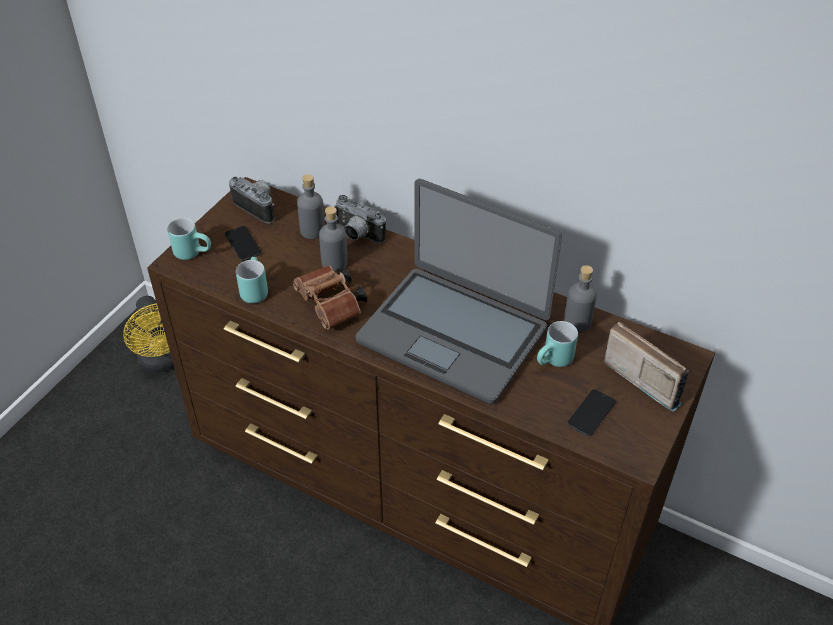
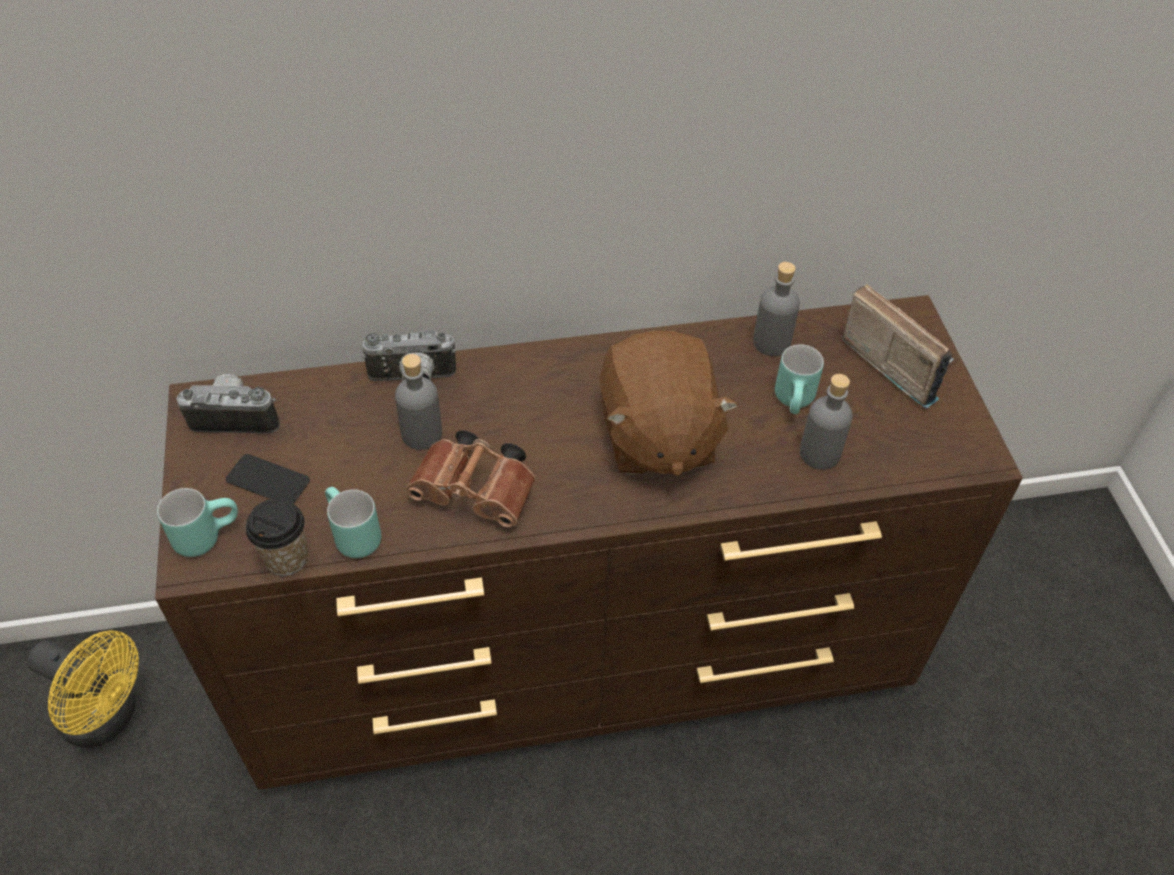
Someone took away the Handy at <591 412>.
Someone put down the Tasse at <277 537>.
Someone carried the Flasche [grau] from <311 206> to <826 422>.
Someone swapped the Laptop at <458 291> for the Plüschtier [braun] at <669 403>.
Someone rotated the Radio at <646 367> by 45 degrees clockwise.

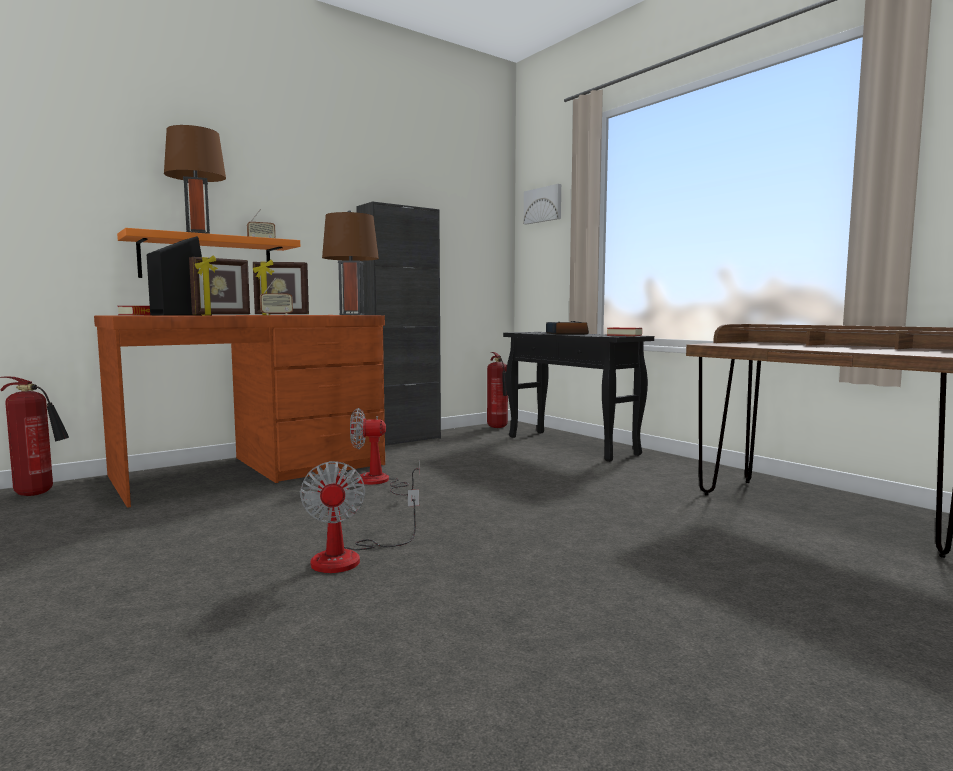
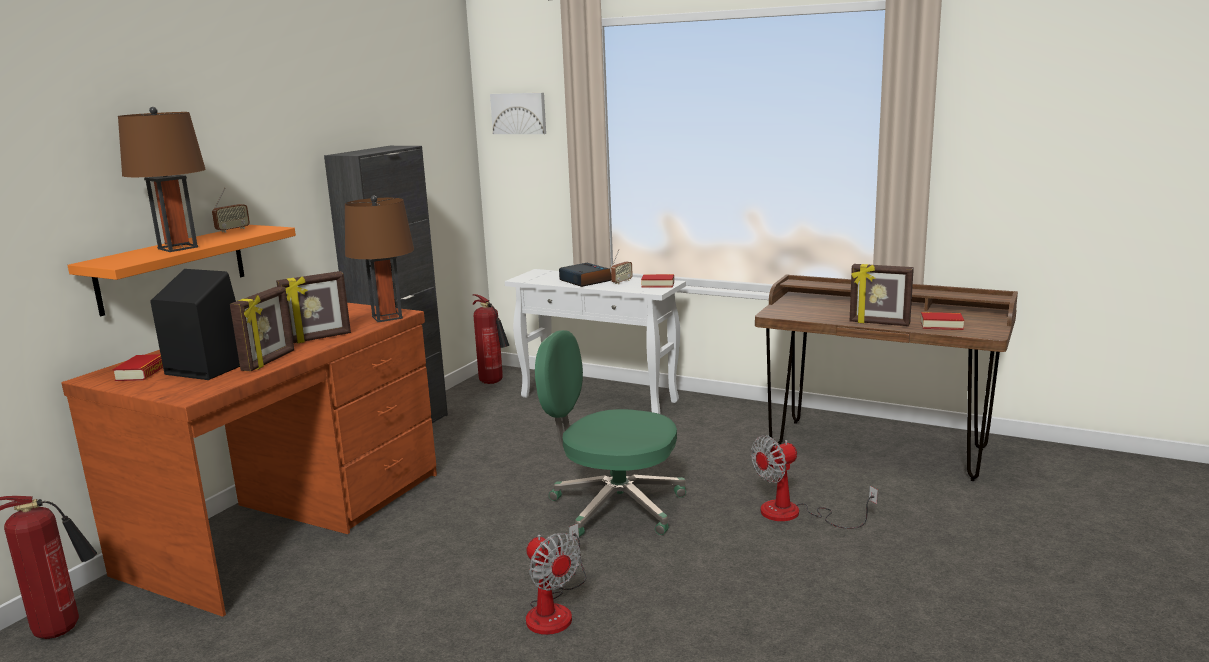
Someone put down the Bürostuhl [grün] at <610 433>.
Someone put down the Bilderrahmen at <882 295>.
Someone put down the Buch at <942 321>.
Someone carried the Radio from <276 296> to <622 266>.
Someone carried the Ventilator from <385 452> to <814 482>.
Someone repainted the Konsolentisch [schwarz] at <578 397>, which became the Konsolentisch [weiß] at <595 341>.

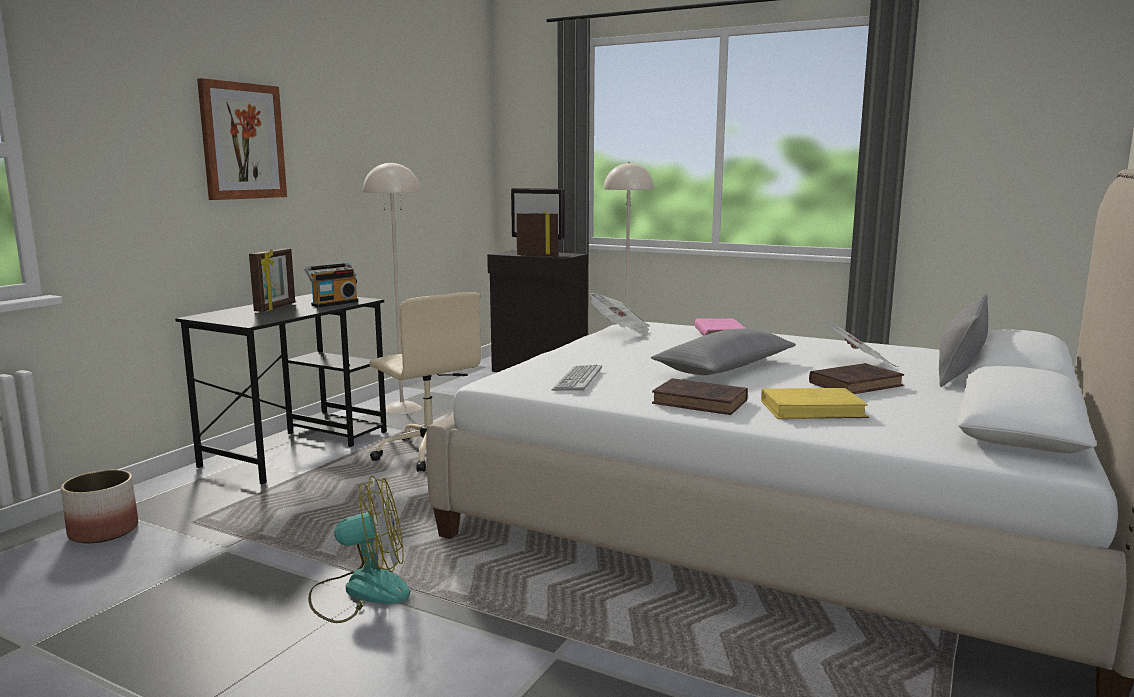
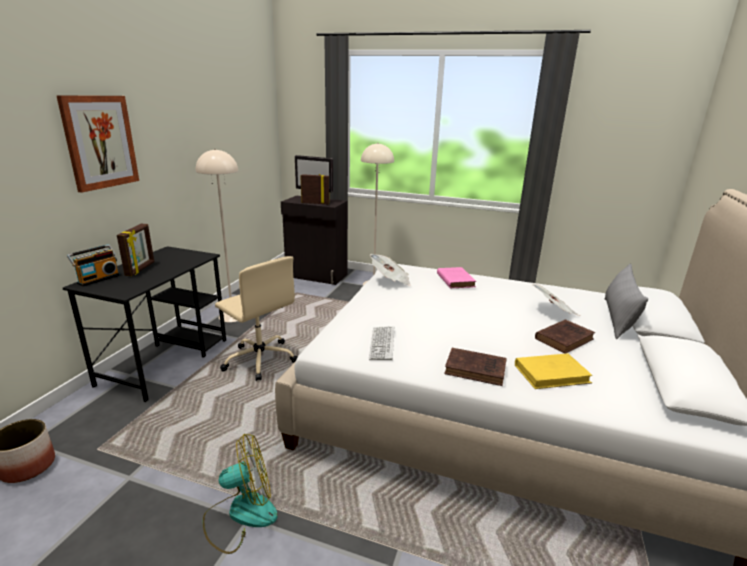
Someone took away the Kissen [grau] at <723 351>.
Someone carried the Radio from <331 285> to <93 265>.

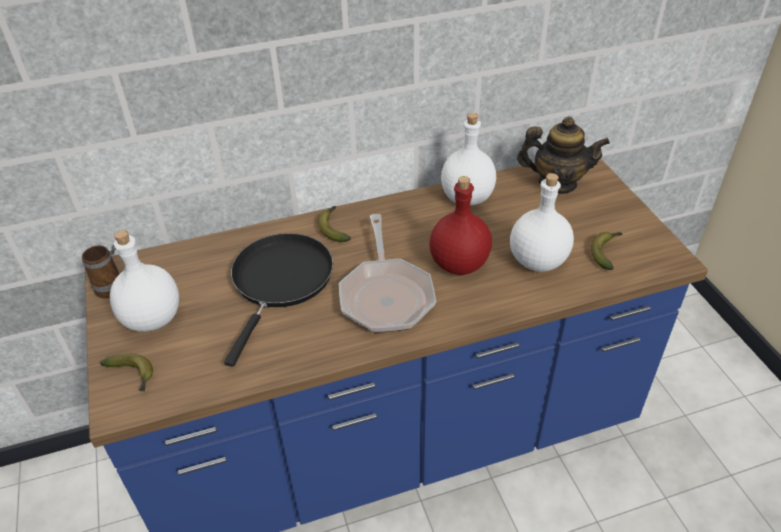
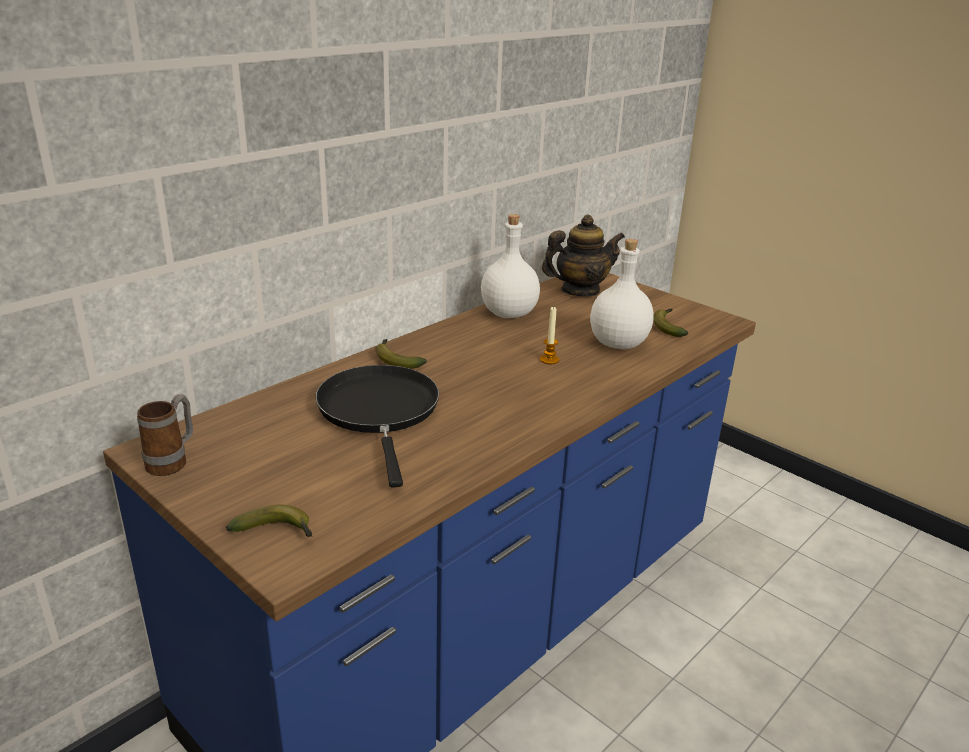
Someone took away the Flasche [weiß] at <144 281>.
Someone took away the Pfanne at <387 273>.
Someone swapped the Flasche [rot] at <460 225> for the Kerze at <549 335>.

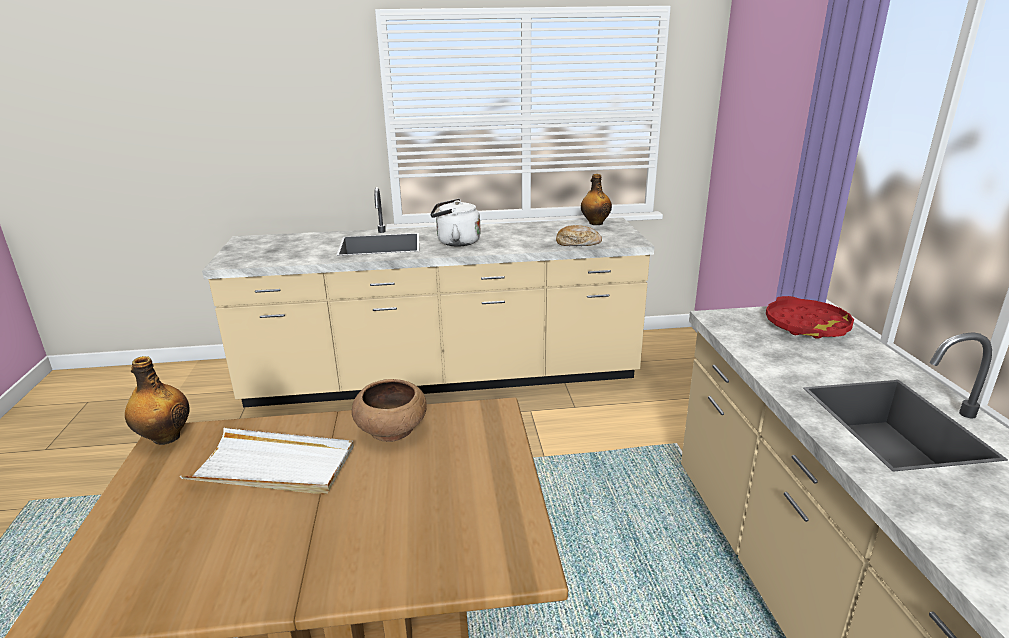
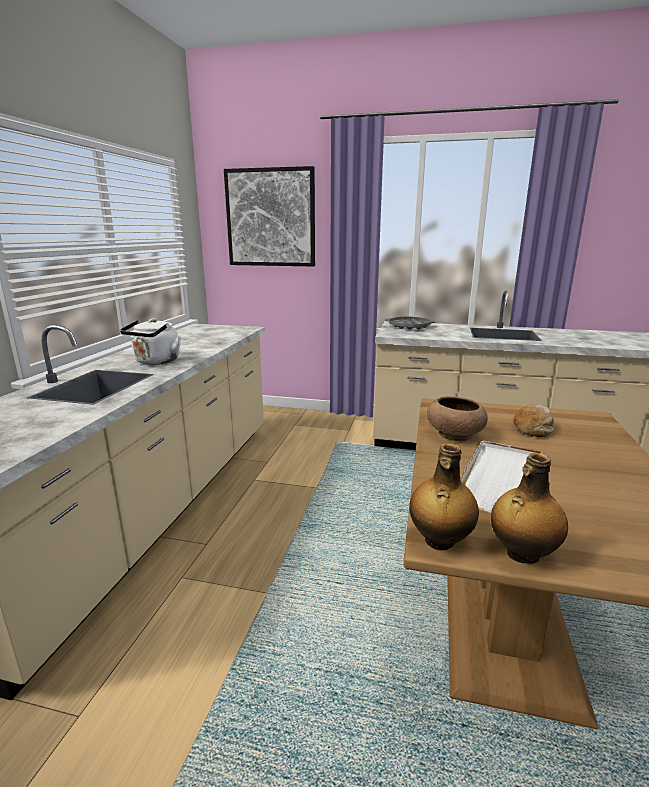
Someone put up the Bild at <269 216>.
Someone carried the Brot from <579 235> to <534 421>.
Someone carried the Flasche from <596 199> to <529 508>.
Someone repainted the Tablett [rot] at <810 317>, which became the Tablett [grau] at <410 323>.

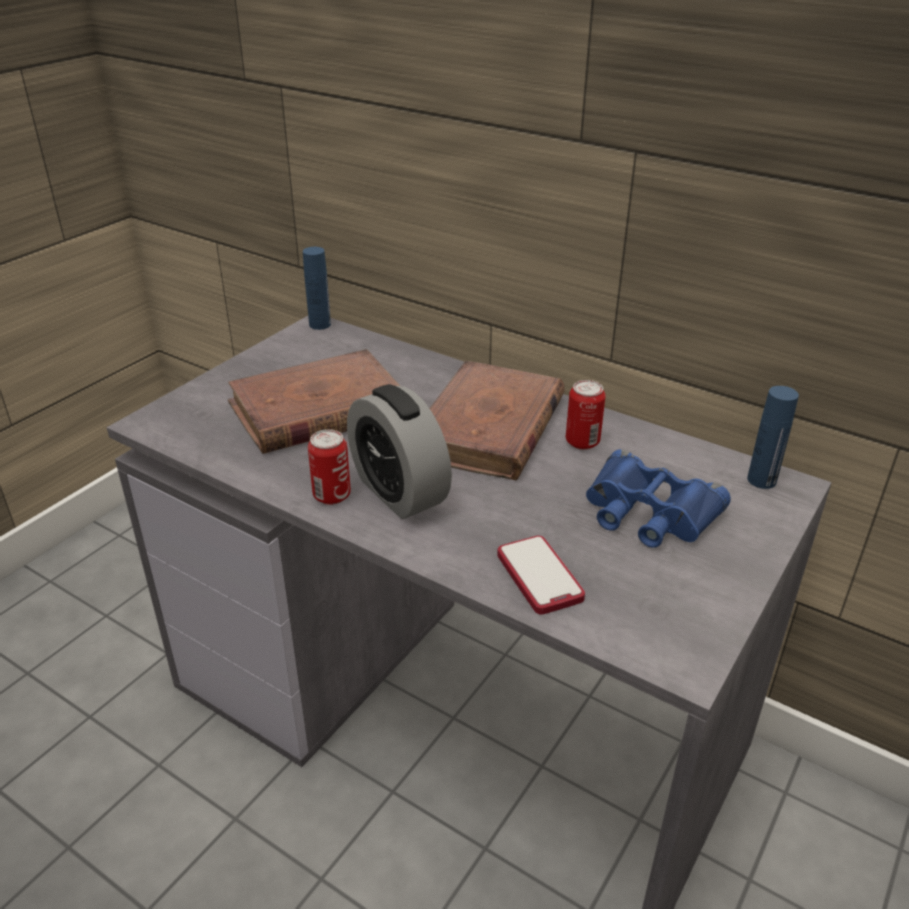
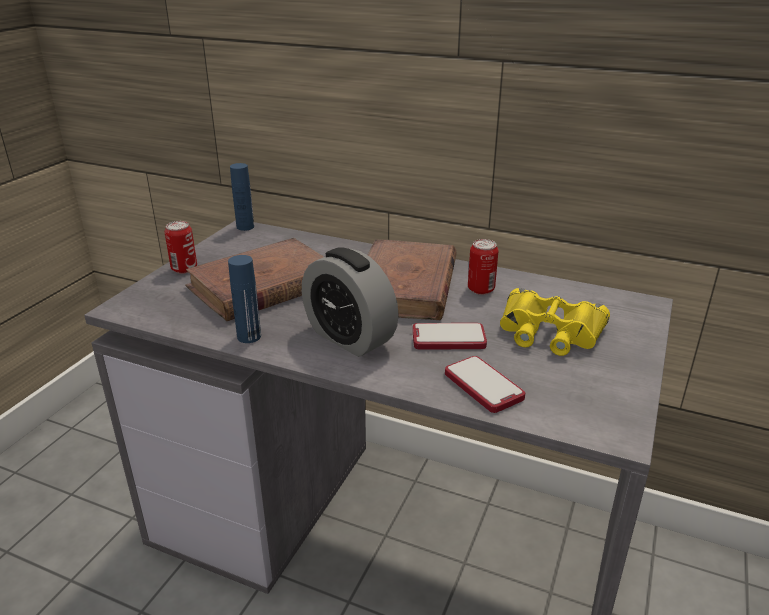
Someone put down the Handy at <450 336>.
Someone carried the Dose from <329 467> to <180 247>.
Someone carried the Flasche [blau] from <773 437> to <244 299>.
Someone repainted the Fernglas [blau] at <658 498>, which became the Fernglas [gelb] at <555 322>.

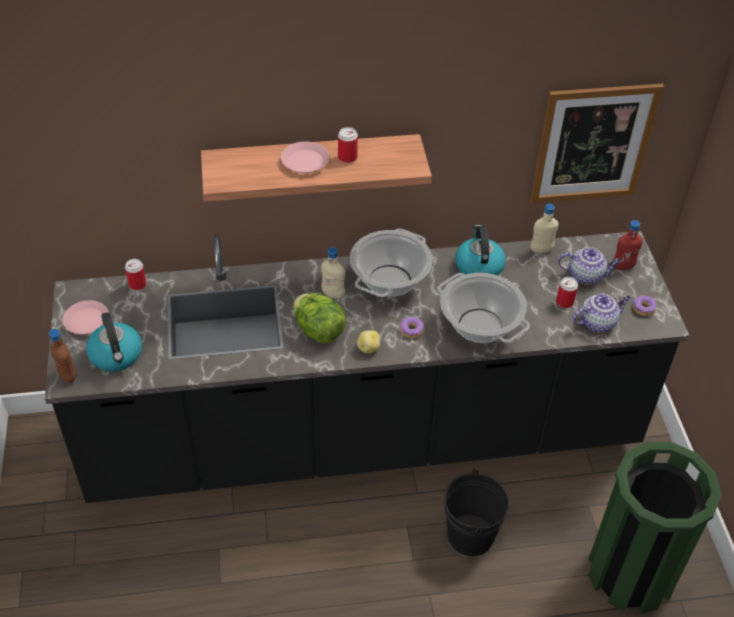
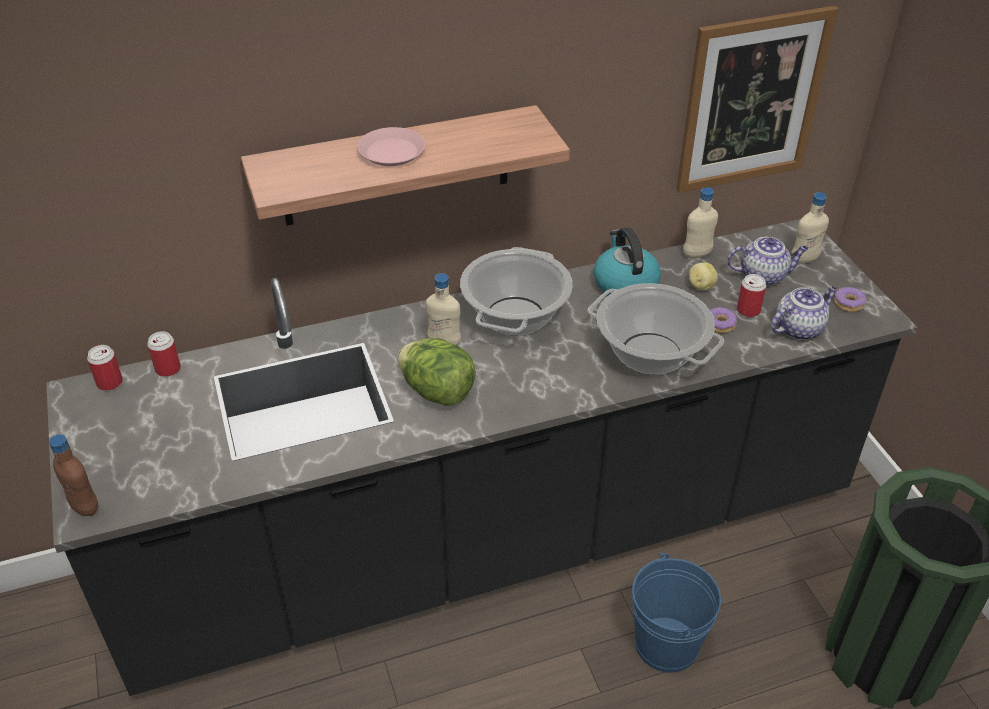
Someone took away the Teller [rosa] at <85 317>.
Someone took away the Wasserkessel at <114 342>.
Someone carried the Dose from <348 145> to <105 368>.
Someone carried the Kartoffel from <368 342> to <703 277>.
Someone carried the Donut from <412 327> to <723 320>.
Someone repainted the Eimer [schwarz] at <476 512>, which became the Eimer [blau] at <676 613>.
Someone repainted the Flasche [rot] at <628 245>, which became the Flasche [beige] at <810 228>.

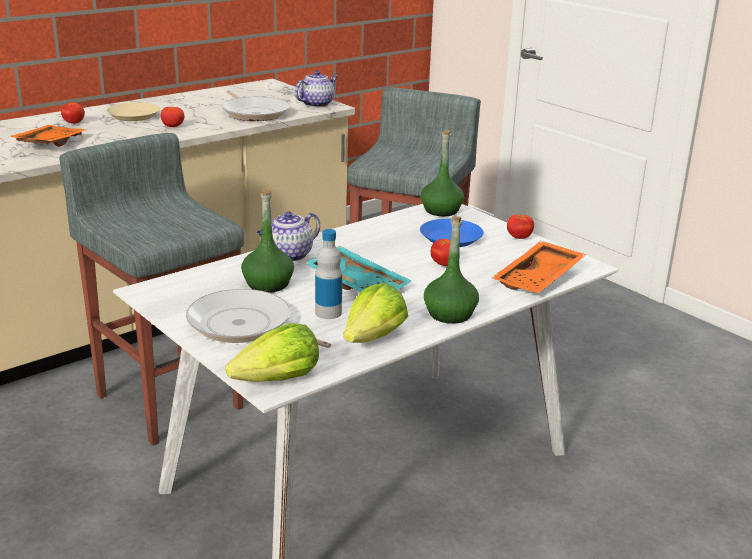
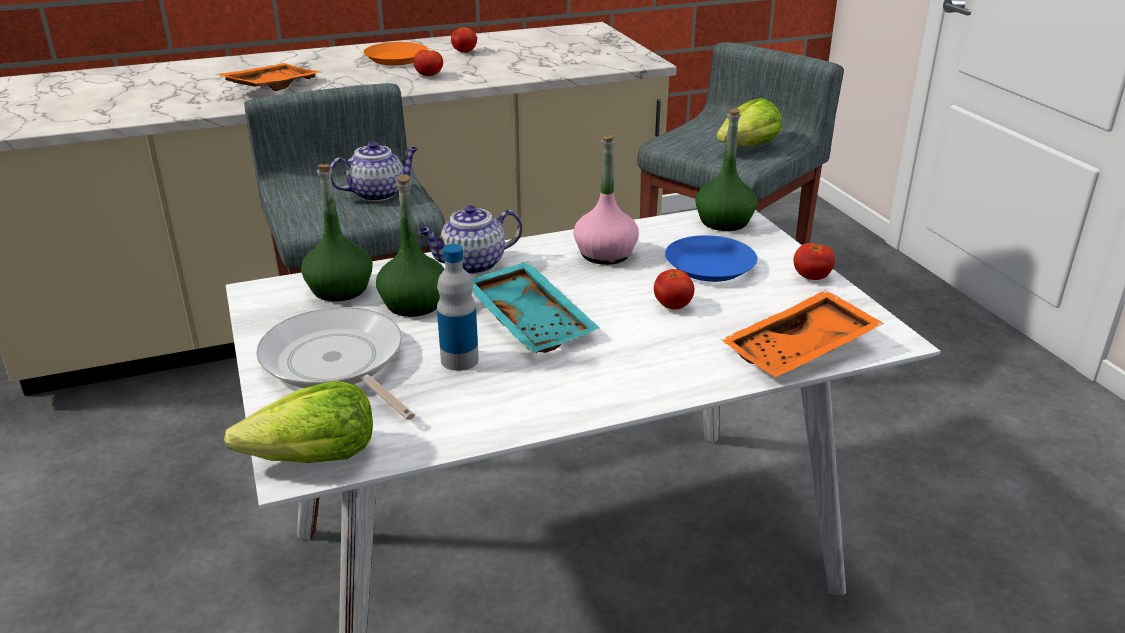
Someone took away the Pfanne at <256 105>.
Someone put down the Flasche [rosa] at <606 200>.
Someone carried the Tomate from <73 113> to <464 40>.
Someone carried the Teekanne from <316 89> to <374 171>.
Someone carried the Salatkopf from <375 313> to <749 122>.
Someone carried the Flasche [grün] from <451 270> to <337 233>.
Someone repainted the Teller [beige] at <133 111>, which became the Teller [orange] at <395 53>.

